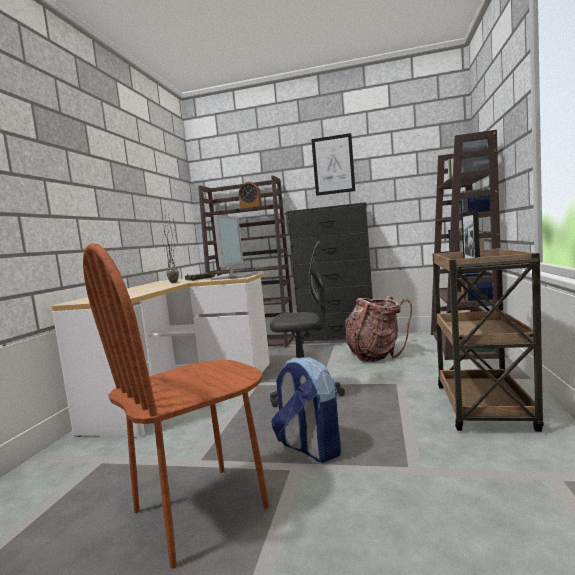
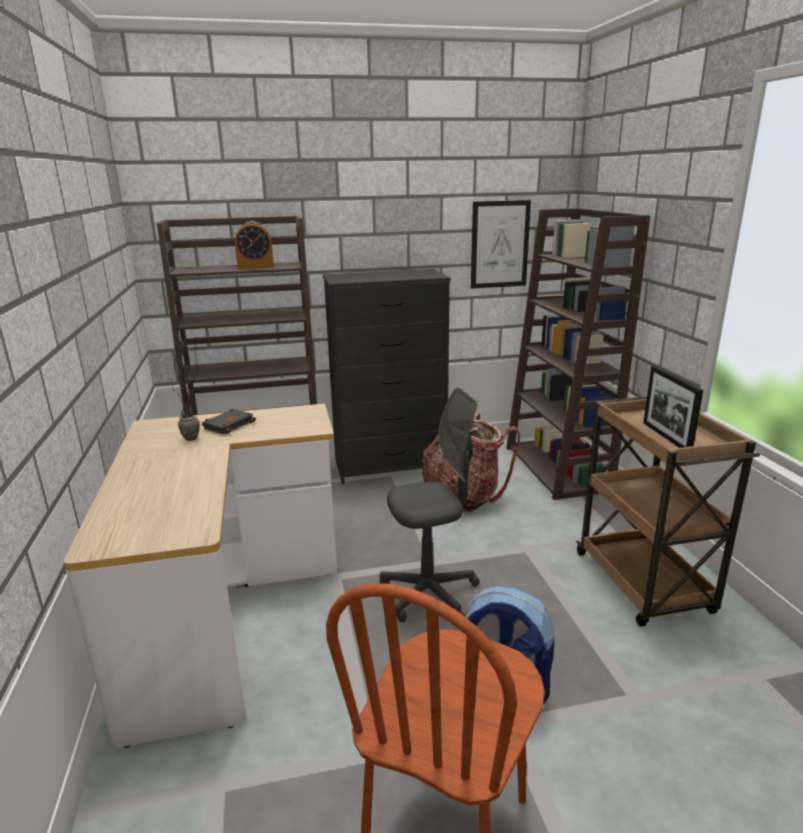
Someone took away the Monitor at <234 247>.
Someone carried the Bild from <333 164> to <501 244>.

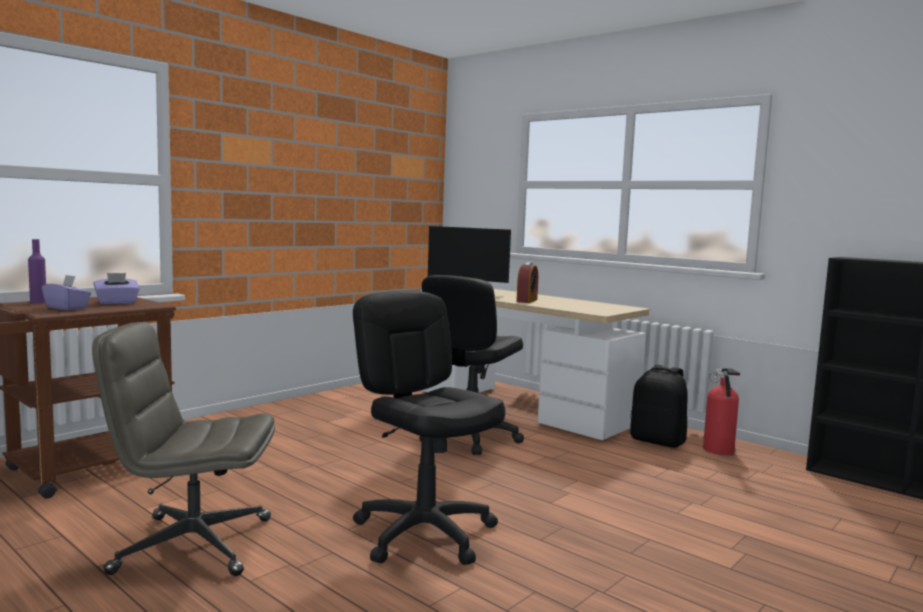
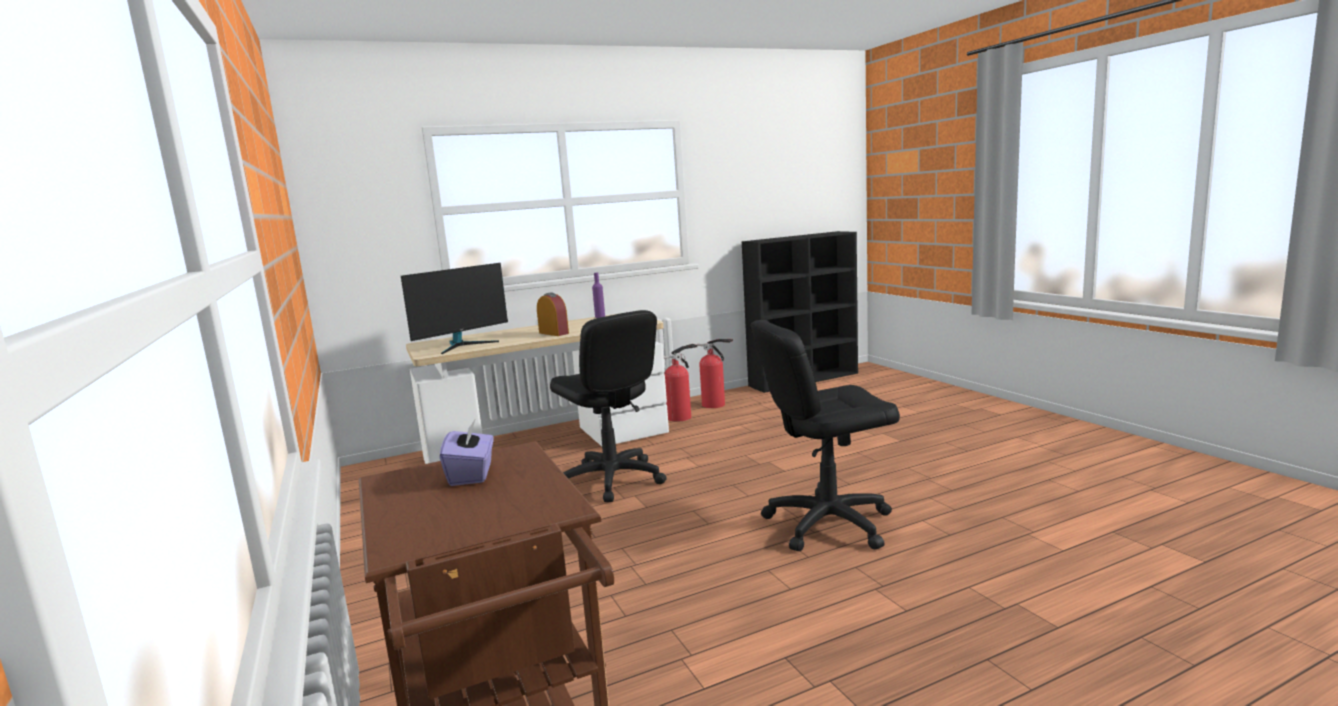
Someone took away the Taschentuchbox [lila] at <66 292>.
Someone took away the Bürostuhl [grau] at <183 449>.
Someone carried the Flasche [lila] from <37 271> to <598 295>.
Someone swapped the Rucksack [schwarz] at <658 406> for the Feuerlöscher at <680 383>.

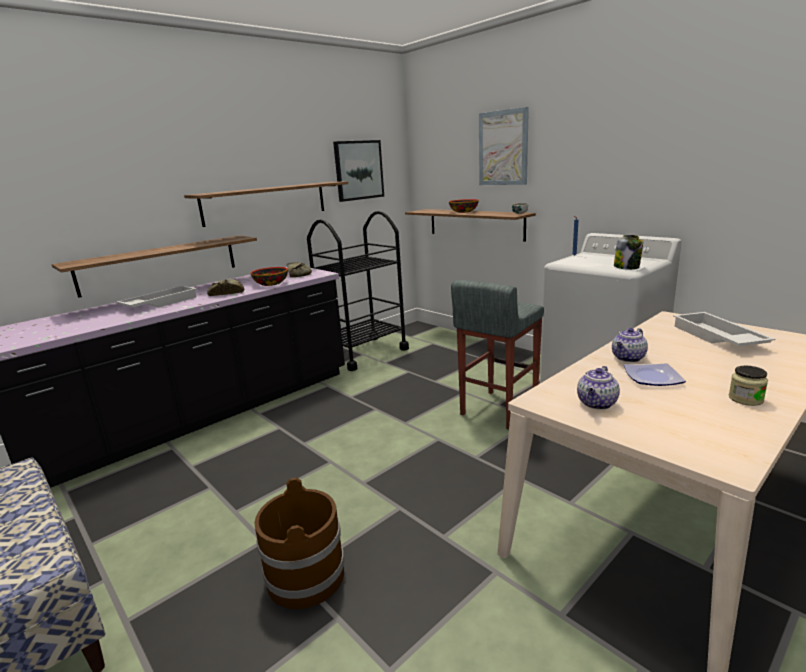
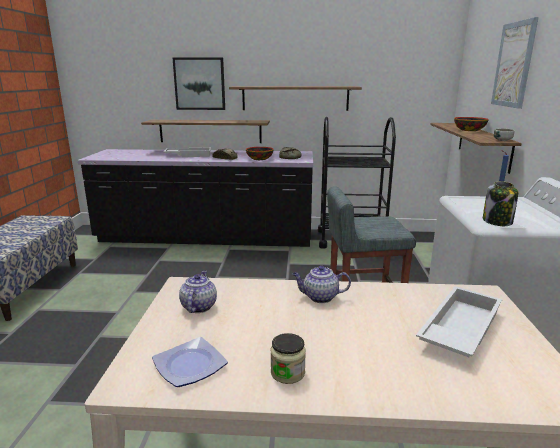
Someone took away the Eimer [braun] at <299 543>.
Someone carried the Bild from <358 171> to <199 84>.
Someone carried the Teller from <655 374> to <190 362>.
Someone rotated the Teekanne at <598 388> by 105 degrees clockwise.

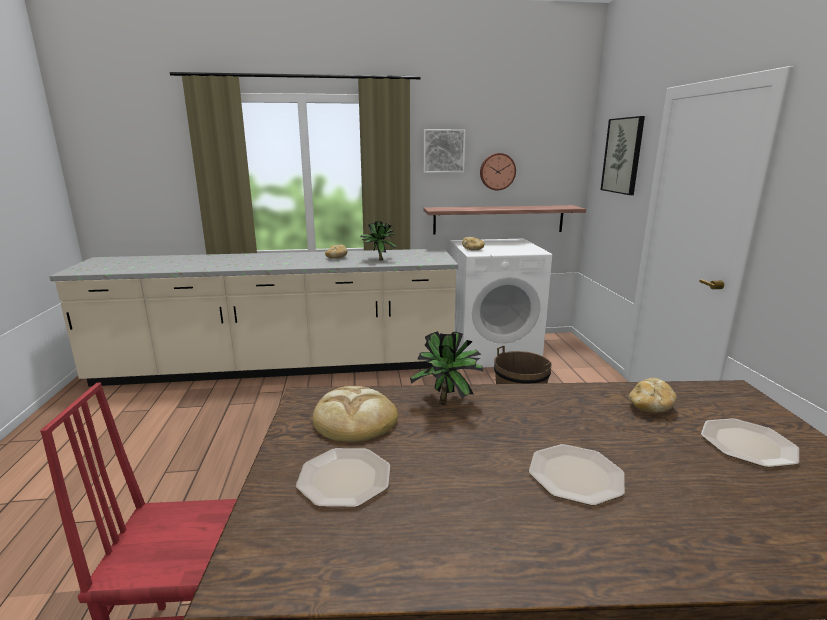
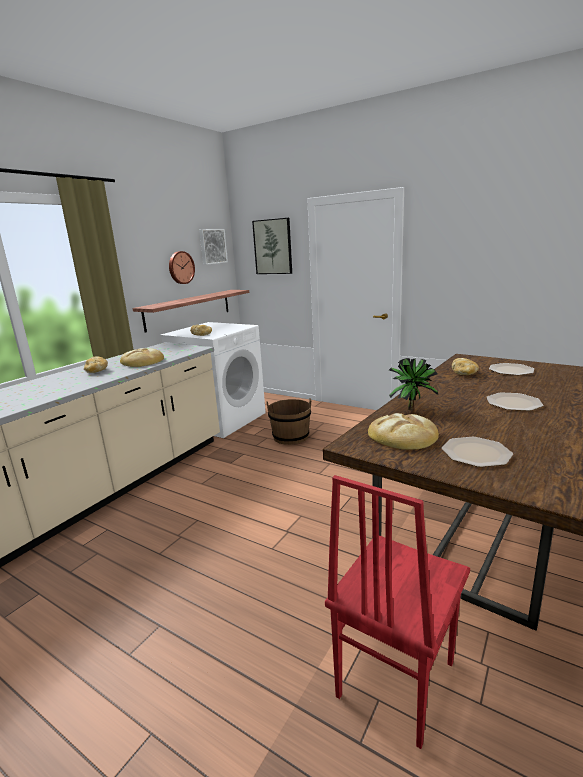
Someone carried the Bild from <444 151> to <213 247>.
Someone swapped the Topfpflanze at <379 240> for the Brot at <142 357>.

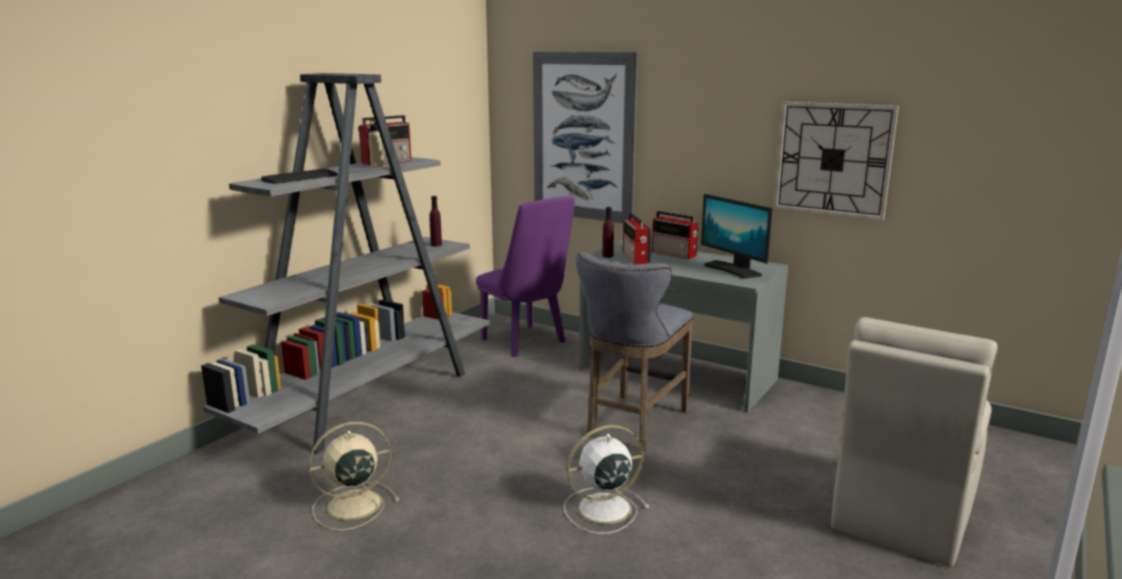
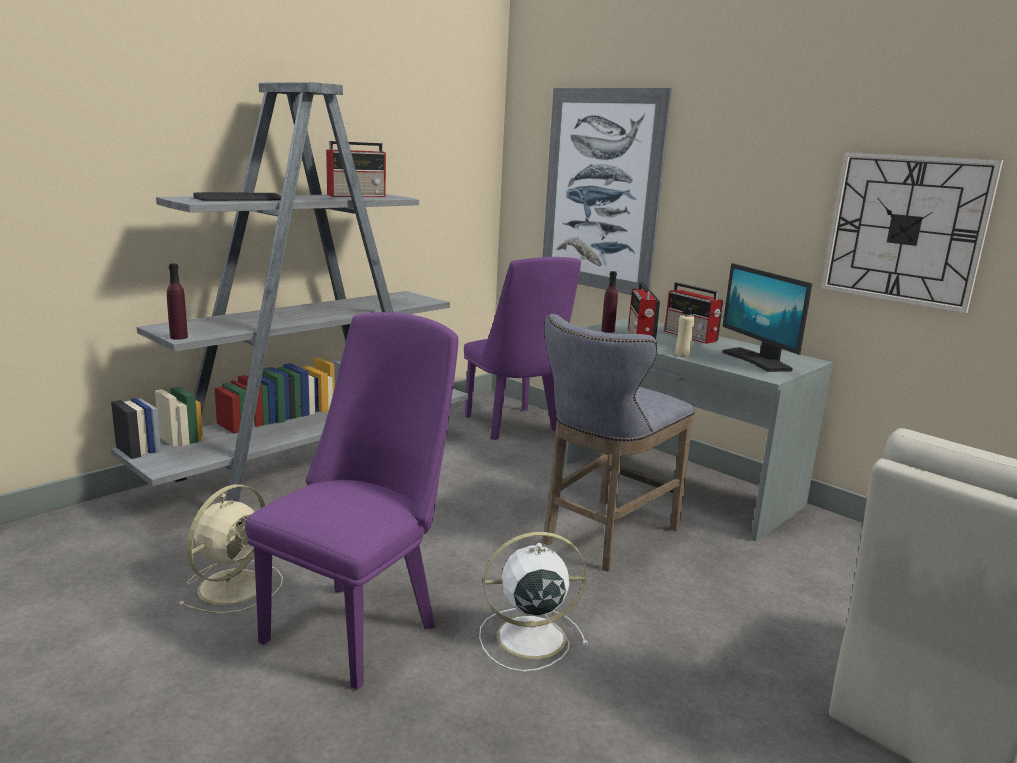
Someone put down the Stuhl [lila] at <351 501>.
Someone carried the Flasche [beige] from <376 144> to <685 329>.
Someone carried the Flasche [lila] from <435 221> to <177 301>.
Someone rotated the Ventilator [beige] at <353 476> by 135 degrees clockwise.

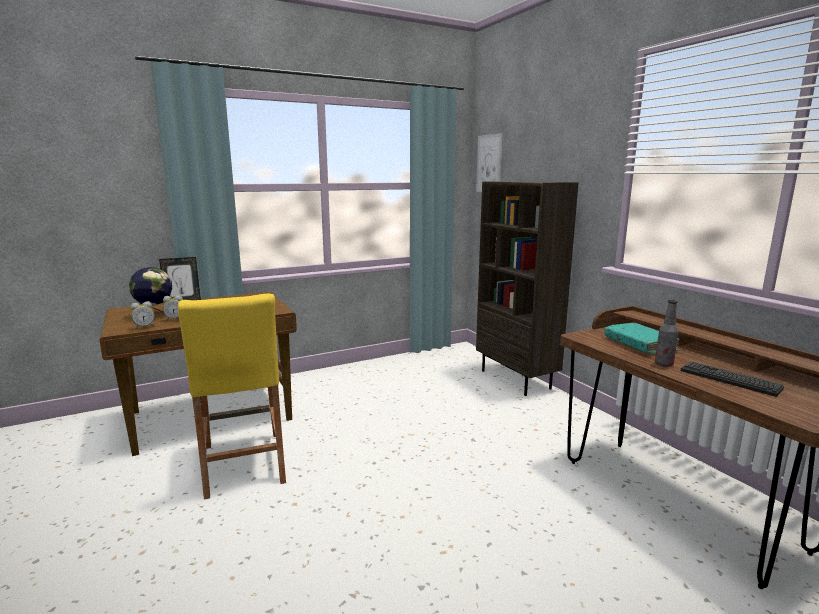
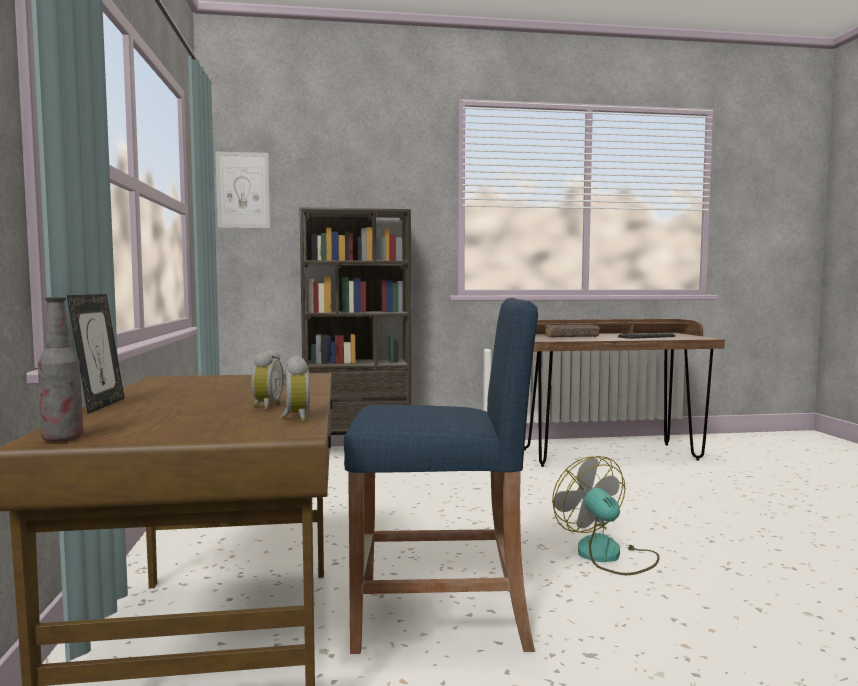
Someone took away the Globus at <150 290>.
Someone put down the Ventilator at <606 515>.
Someone carried the Flasche from <666 333> to <60 369>.
Someone repainted the Hocker [gelb] at <232 397>, which became the Hocker [blau] at <441 476>.
Someone repainted the Buch [türkis] at <641 338>, which became the Buch [braun] at <572 331>.

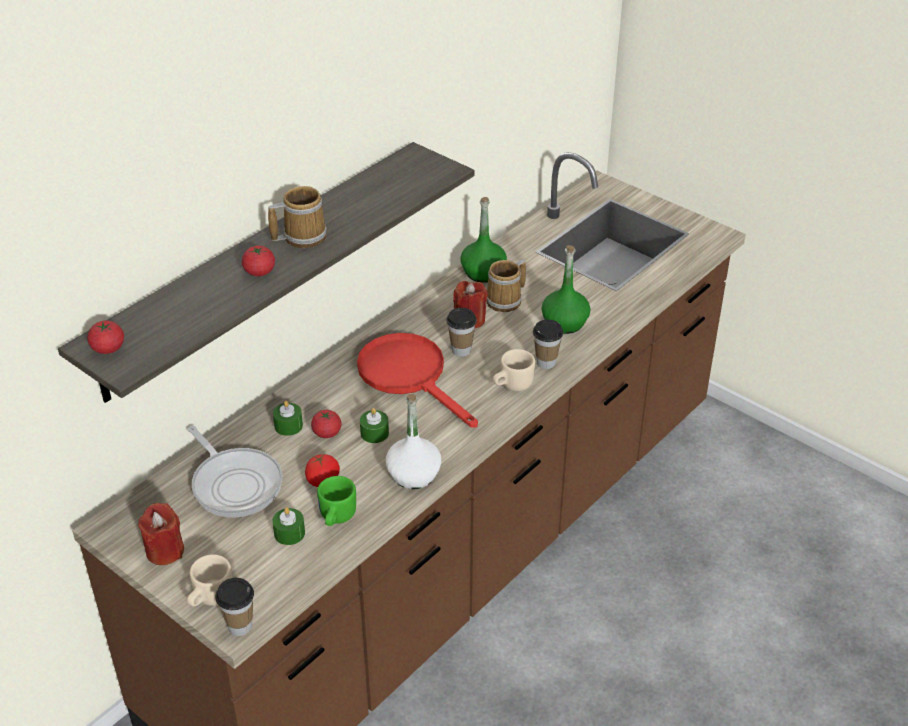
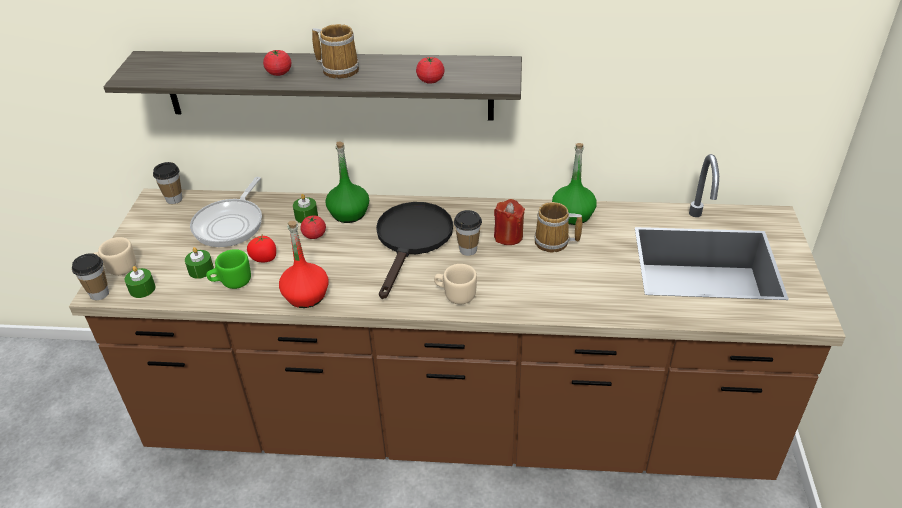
Someone took away the Kerze [rot] at <161 534>.
Someone carried the Tomate from <105 337> to <430 70>.
Someone carried the Kerze [grün] from <374 425> to <140 282>.
Someone carried the Tasse from <548 344> to <167 183>.
Someone carried the Flasche [grün] from <566 289> to <347 182>.
Someone repainted the Pfanne [rot] at <417 380>, which became the Pfanne [schwarz] at <414 250>.
Someone repainted the Flasche [weiß] at <413 441>, which became the Flasche [rot] at <304 264>.

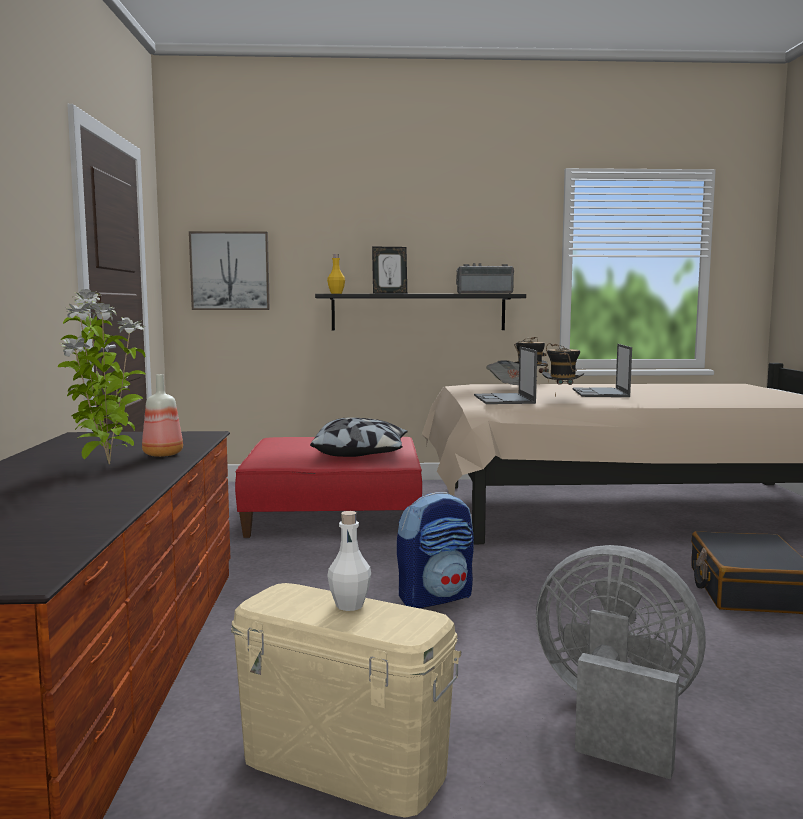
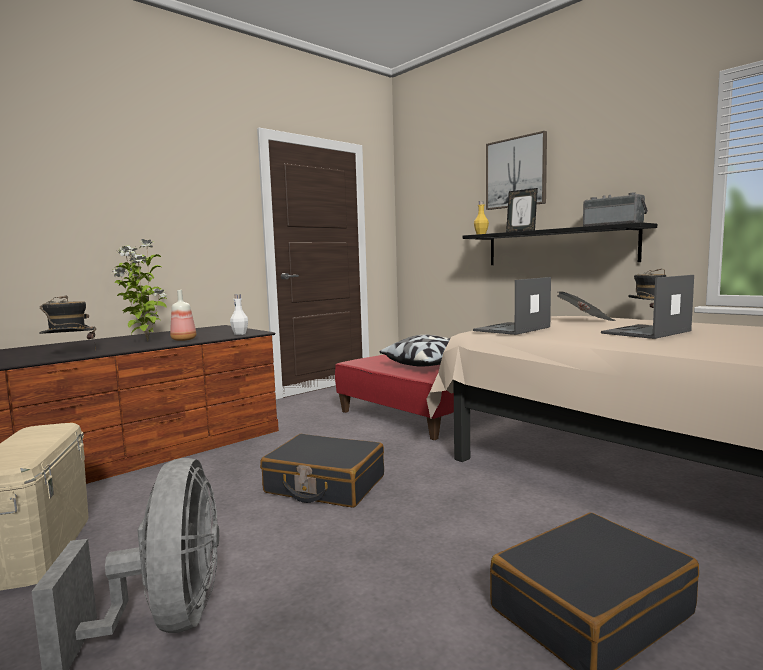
Someone carried the Bild from <229 270> to <516 170>.
Someone carried the Flasche [weiß] from <349 561> to <239 314>.
Someone carried the Hut from <563 369> to <67 323>.
Someone swapped the Rucksack at <435 550> for the Koffer [schwarz] at <322 471>.

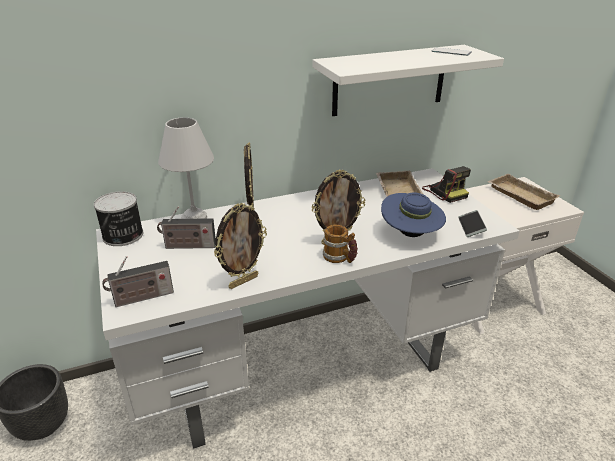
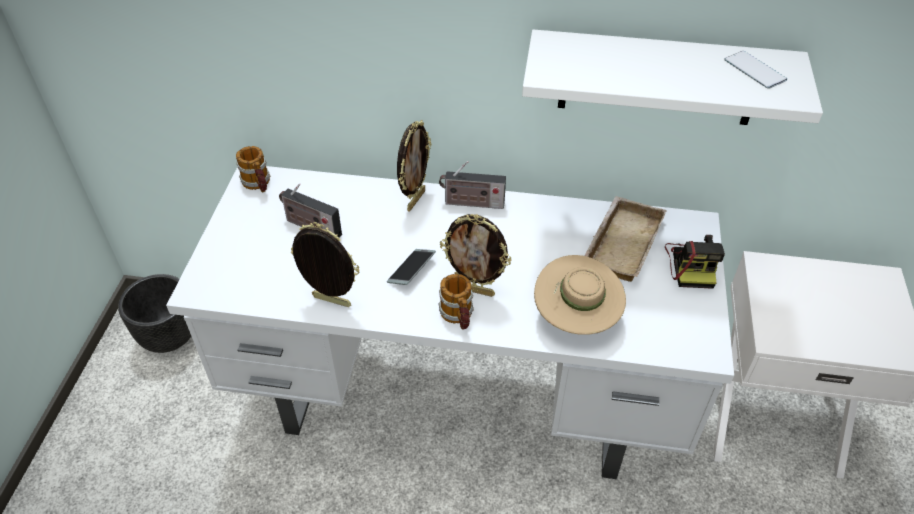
Someone took away the Tischlampe [weiß] at <186 168>.
Someone took away the Tablett [beige] at <523 192>.
Someone carried the Radio from <138 281> to <472 185>.
Someone carried the Handy from <472 223> to <411 267>.
Someone swapped the Dose at <119 218> for the Henkelbecher at <253 169>.
Someone repainted the Hut [blau] at <413 214>, which became the Hut [beige] at <580 295>.
Someone rotated the Bilderrahmen at <240 246> by 150 degrees counterclockwise.

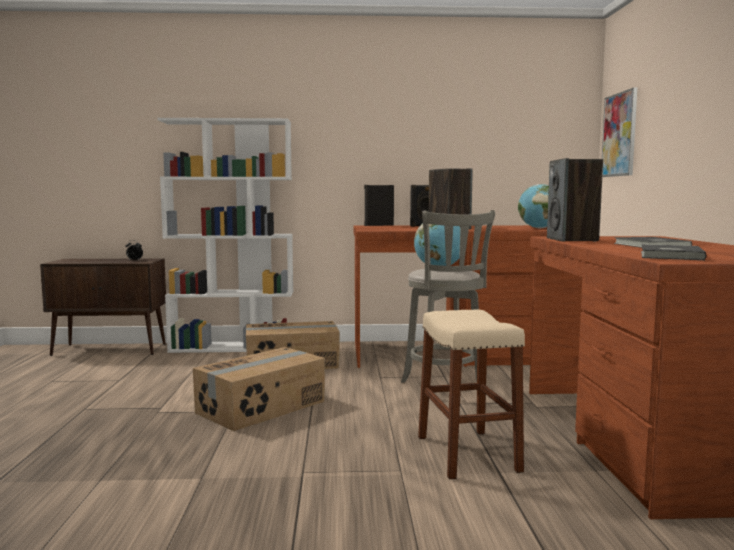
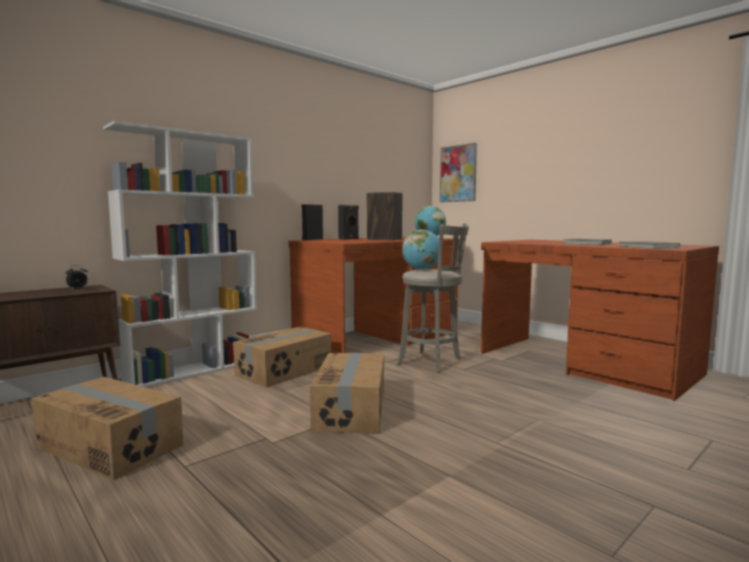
Someone took away the Hocker [beige] at <471 394>.
Someone took away the Lautsprecher at <575 200>.
Someone put down the Karton at <107 428>.

